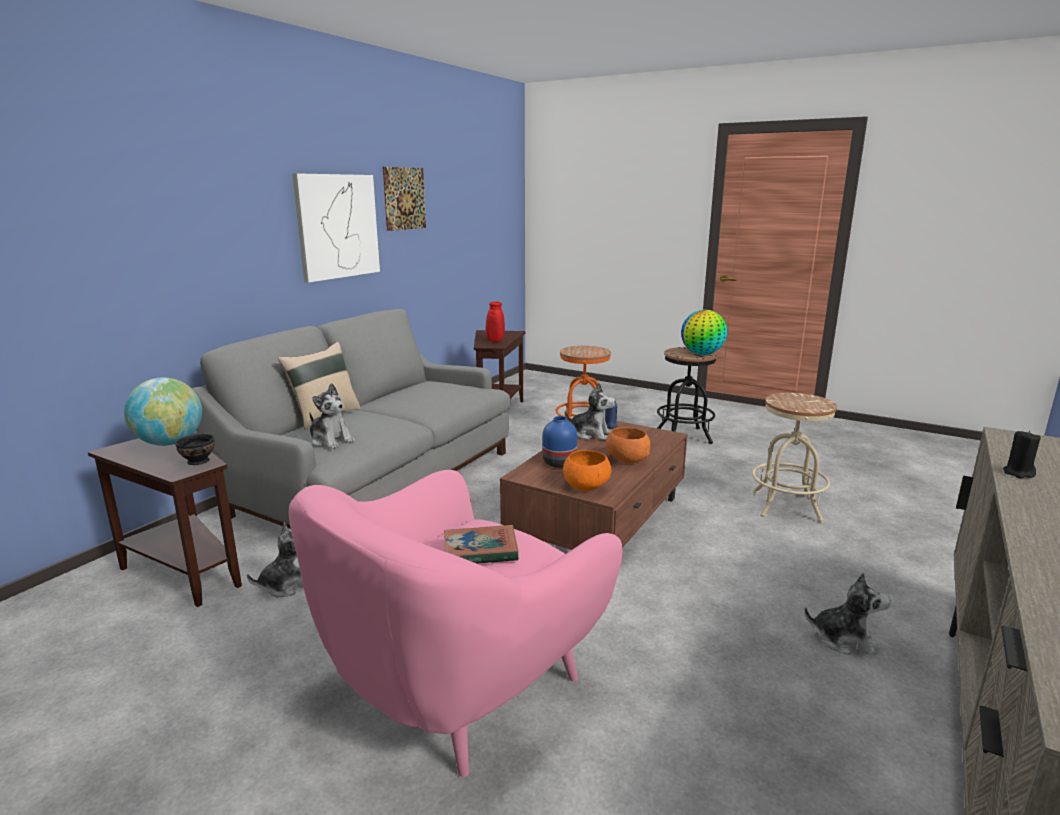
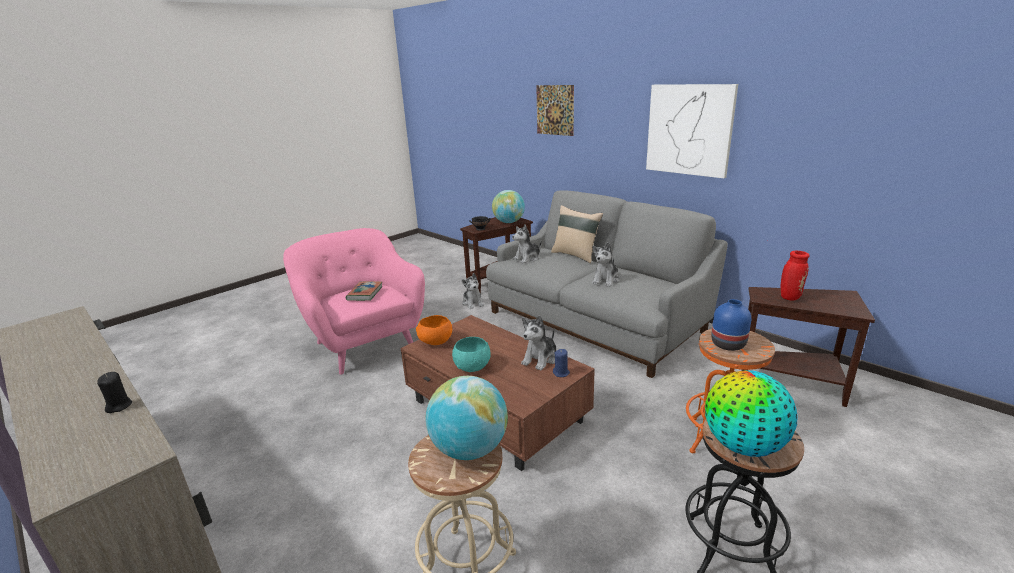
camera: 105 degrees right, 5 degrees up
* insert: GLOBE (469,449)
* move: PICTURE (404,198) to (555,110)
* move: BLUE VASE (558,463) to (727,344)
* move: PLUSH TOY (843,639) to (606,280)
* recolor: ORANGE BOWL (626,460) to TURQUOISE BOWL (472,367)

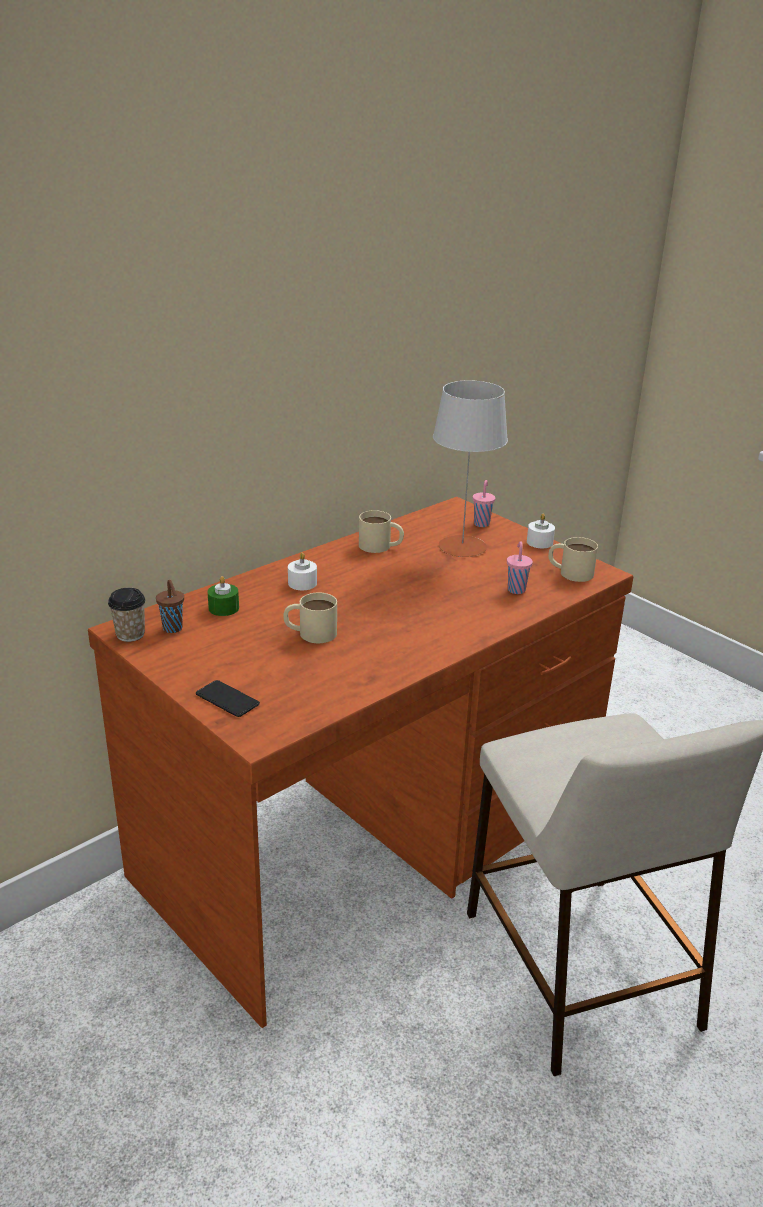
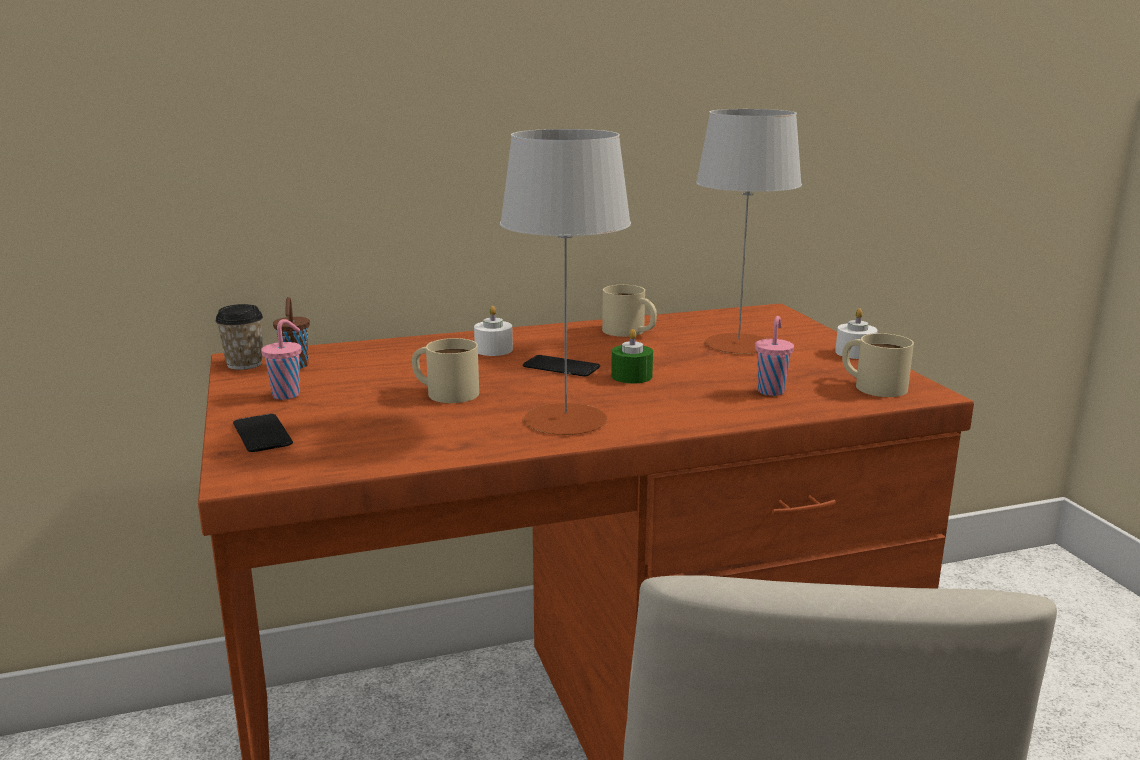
camera: 25 degrees right, 10 degrees down
* insert: GREY TABLE LAMP (565,419)
* insert: PHONE (561,367)
* move: GREEN CANDLE (223,608) to (631,376)
* move: PINK CUP (482,523) to (288,395)

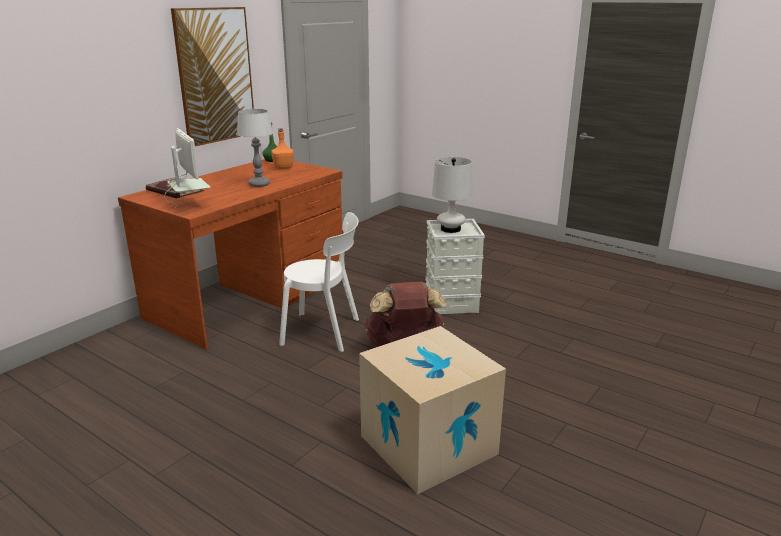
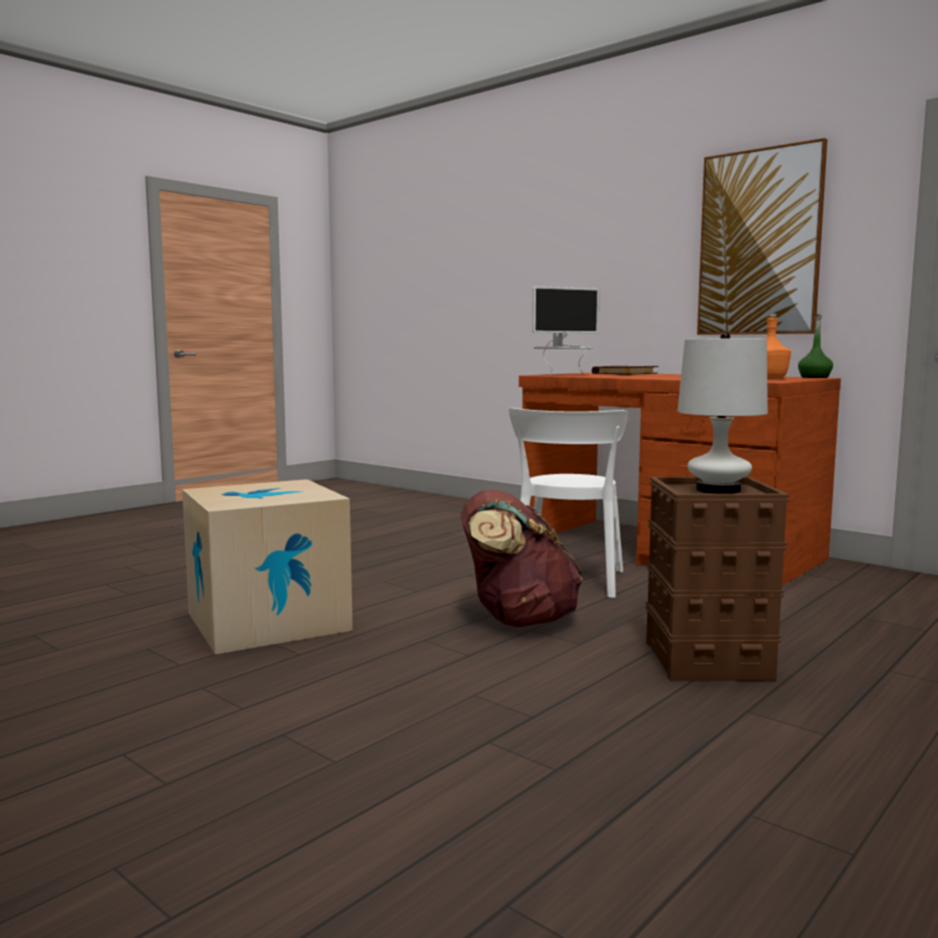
camera: 95 degrees right, 15 degrees down
* delete: TABLE LAMP (259,184)
* recolor: GREY STORAGE BOX (452,303) to BROWN STORAGE BOX (709,661)

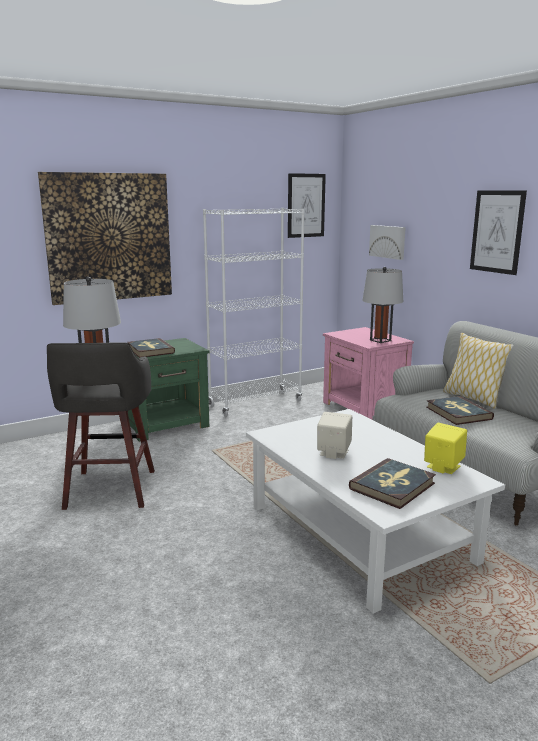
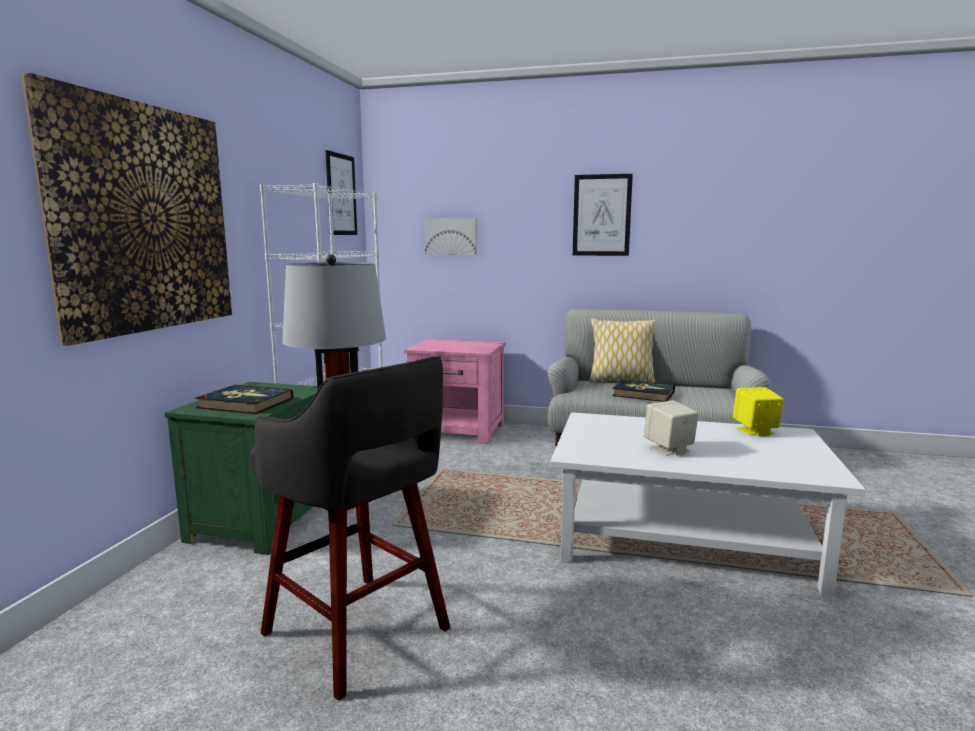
camera: 45 degrees left, 5 degrees down
* delete: BOOK (393,486)
* delete: GREY TABLE LAMP (380,340)

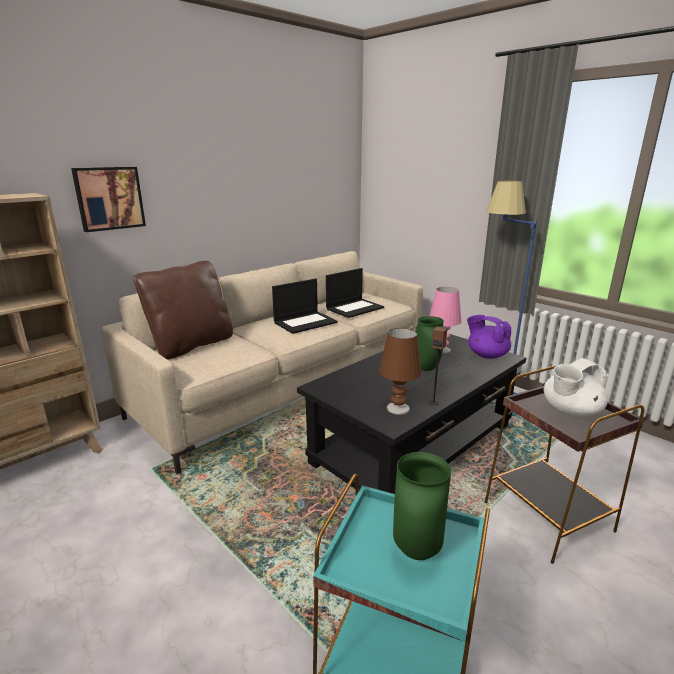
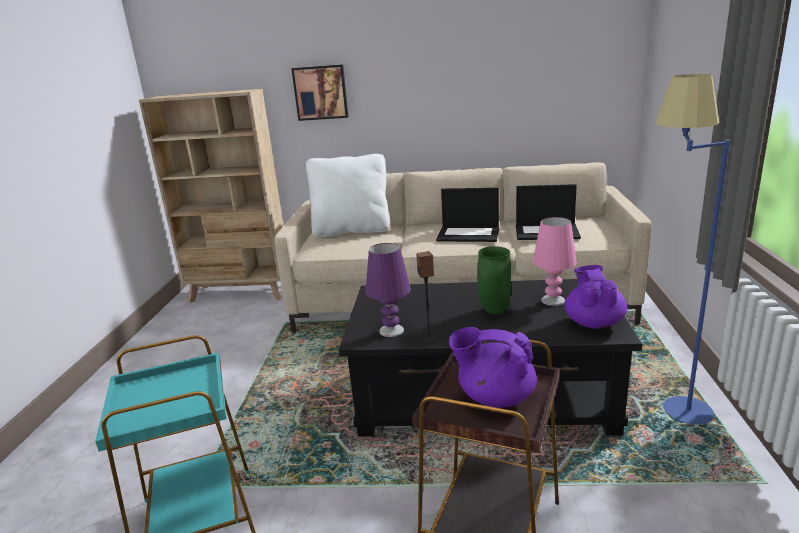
camera: 50 degrees right, 0 degrees up
* delete: GREEN VASE (418,551)
* recolor: BROWN PILLOW (191,345) to WHITE PILLOW (352,230)
* recolor: BROWN TABLE LAMP (398,408) to PURPLE TABLE LAMP (391,331)
* recolor: WHITE TEAPOT (570,411) to PURPLE TEAPOT (494,397)

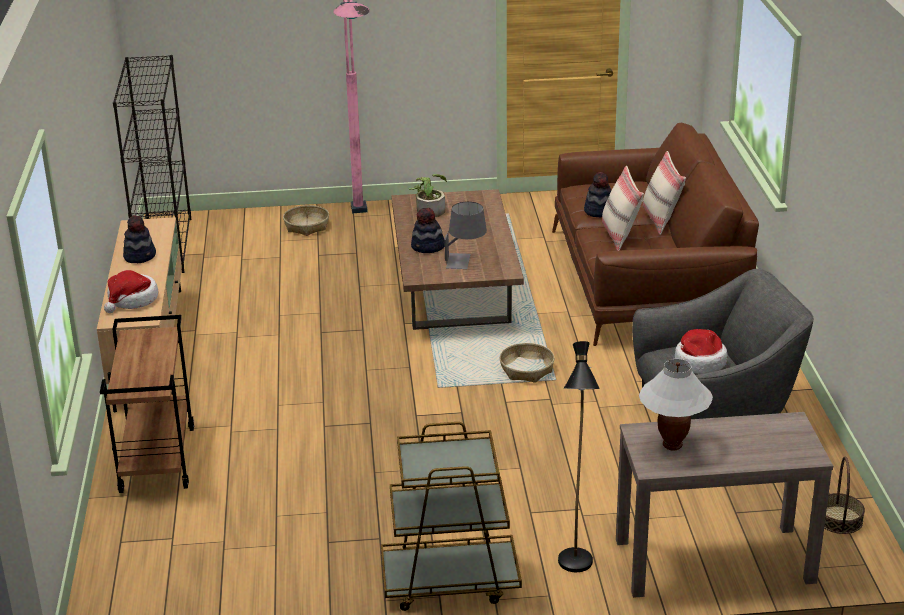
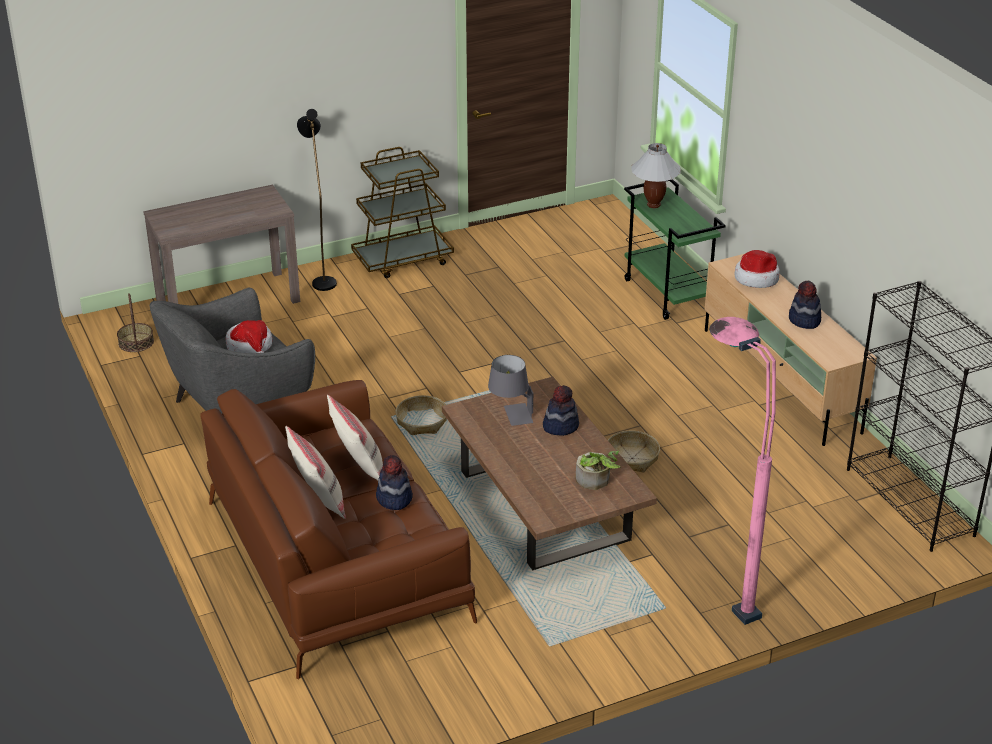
camera: 160 degrees right, 5 degrees up
* move: BASKET (306,226) to (632,458)
* move: WHITE TABLE LAMP (672,445) to (654,205)
* recolor: BROWN CART (156,459) to GREEN CART (668,294)

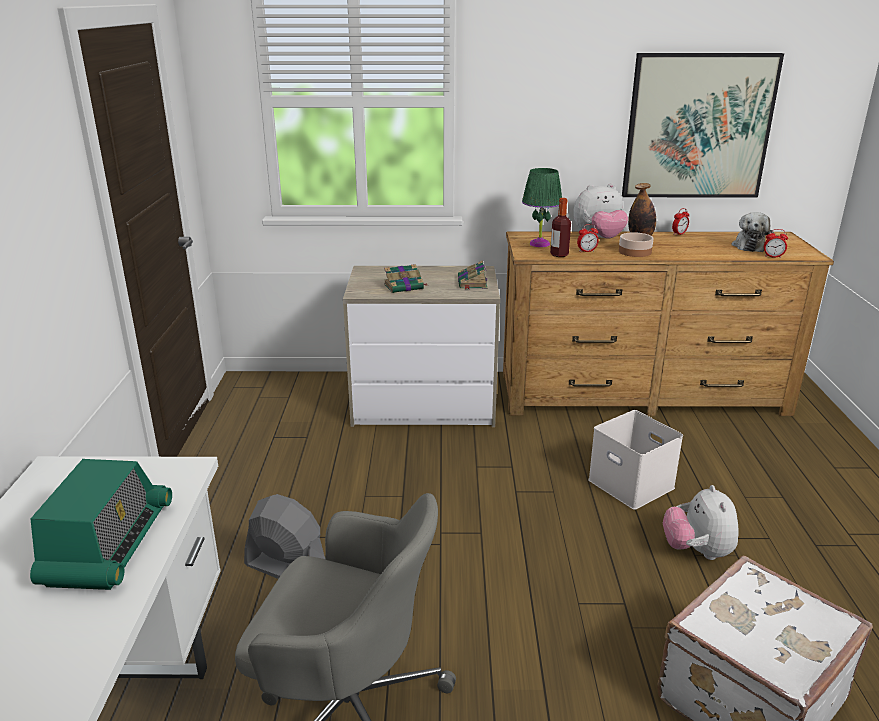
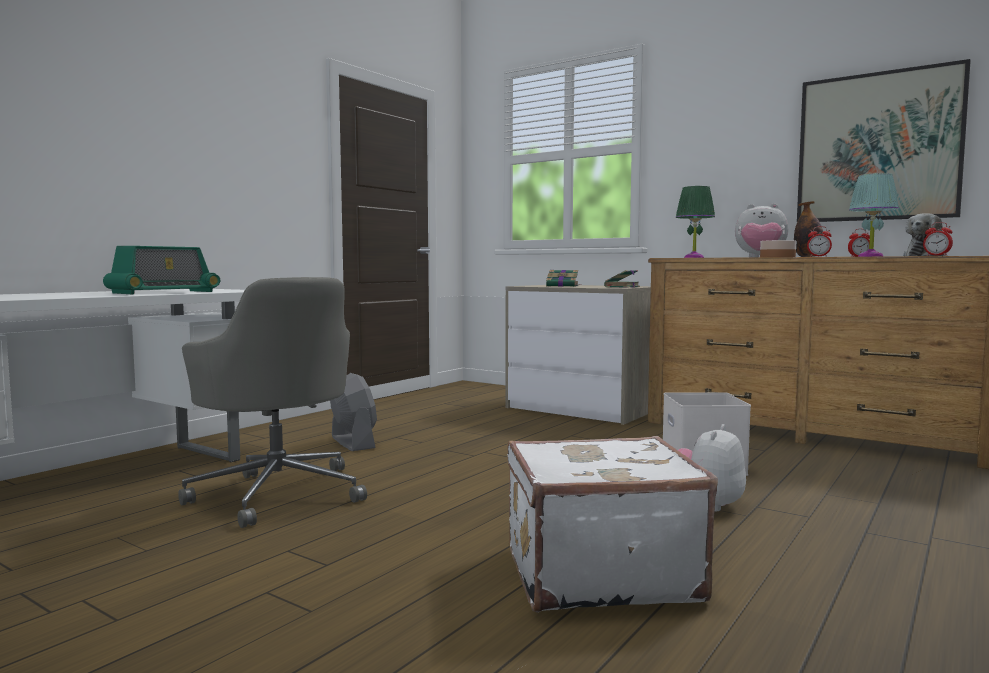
camera: 35 degrees right, 20 degrees down
* delete: BOTTLE (559,255)
* insert: TURQUOISE TABLE LAMP (870,256)
* move: ALARM CLOCK (586,251) to (818,256)

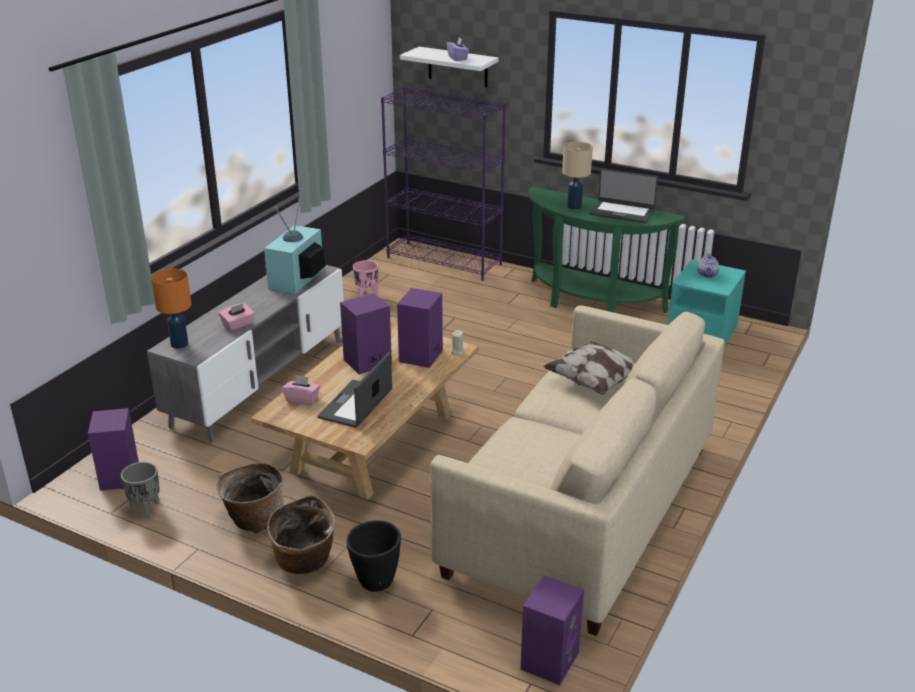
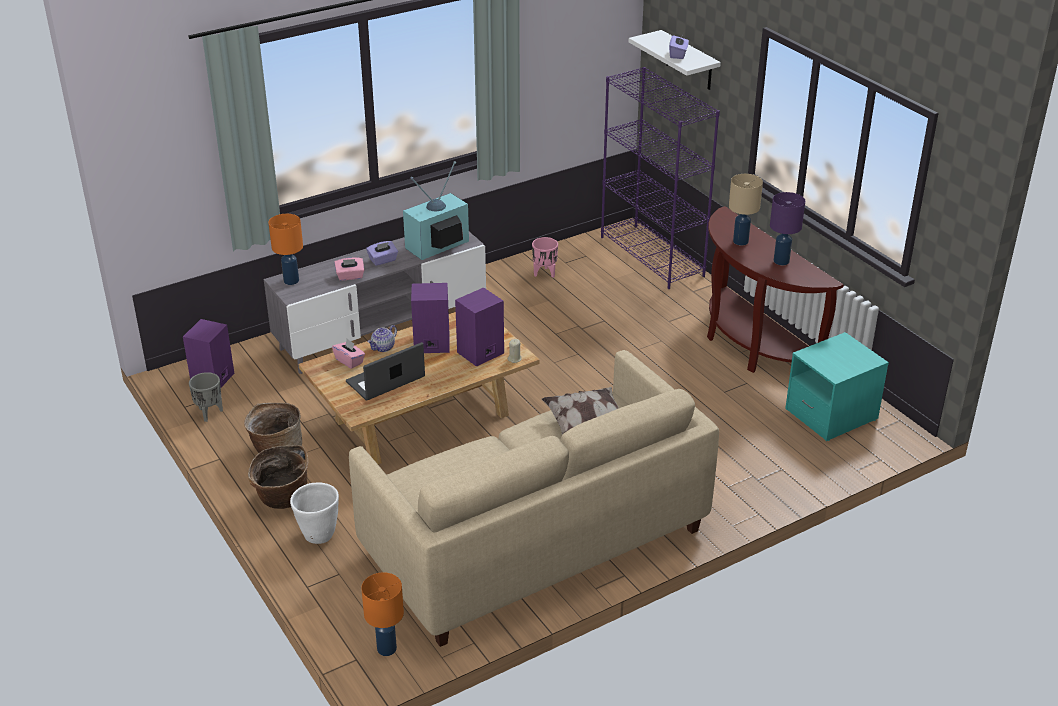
camera: 30 degrees right, 5 degrees up
* insert: PURPLE TISSUE BOX (383,260)
* move: TEAPOT (707,274) to (383,348)
* replace: PURPLE SPEAKER (549,659) to ORANGE TABLE LAMP (387,648)
* replace: LAPTOP (622,212) to PURPLE TABLE LAMP (782,261)
* recolor: BLACK PLANTER (375,582) to WHITE PLANTER (318,535)
* recolor: GREEN CONSOLE TABLE (590,303) to BROWN CONSOLE TABLE (751,346)

